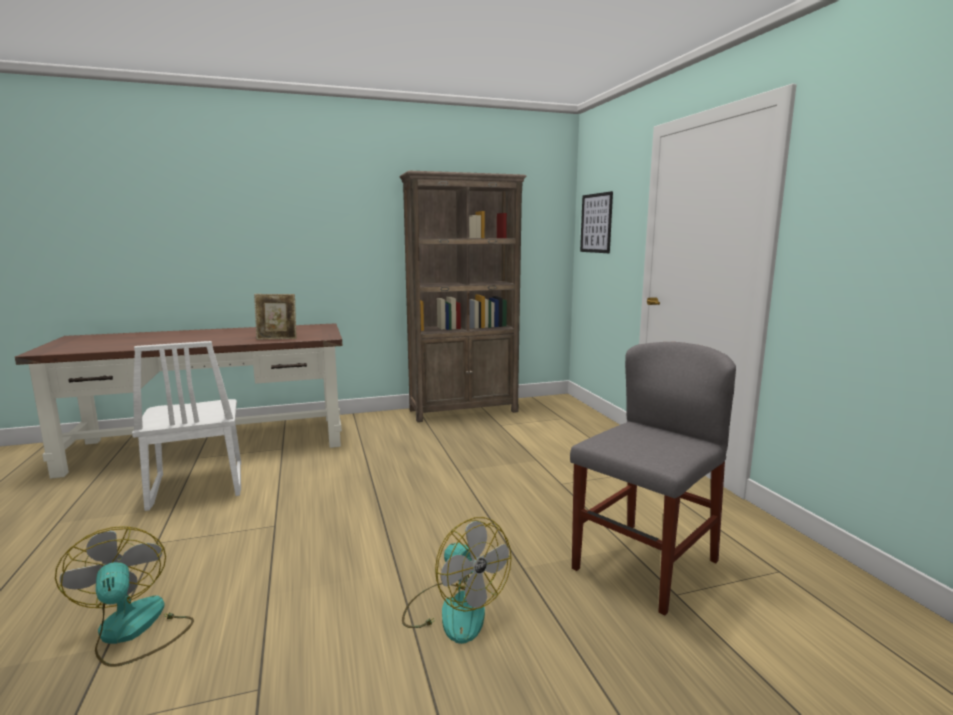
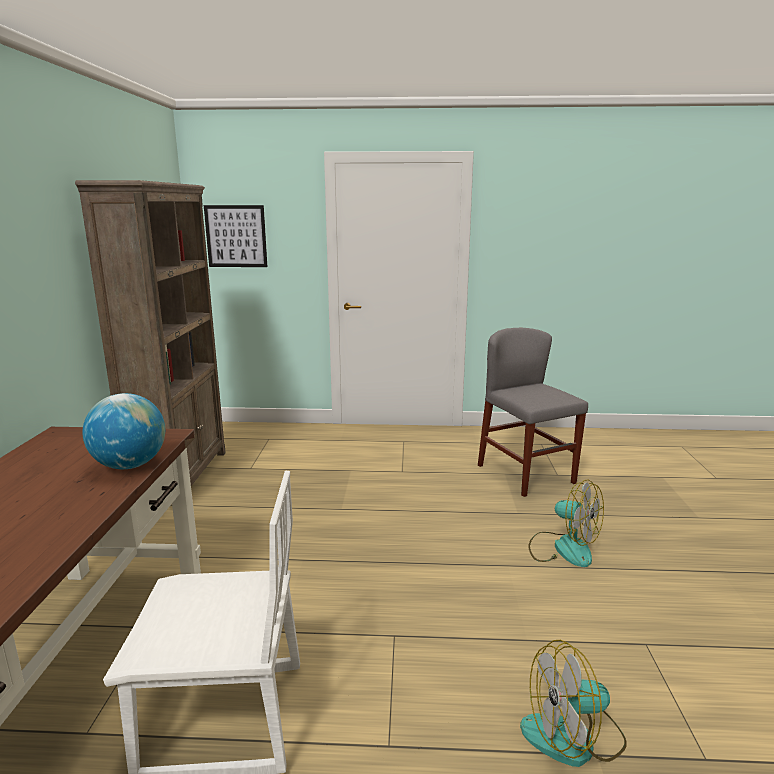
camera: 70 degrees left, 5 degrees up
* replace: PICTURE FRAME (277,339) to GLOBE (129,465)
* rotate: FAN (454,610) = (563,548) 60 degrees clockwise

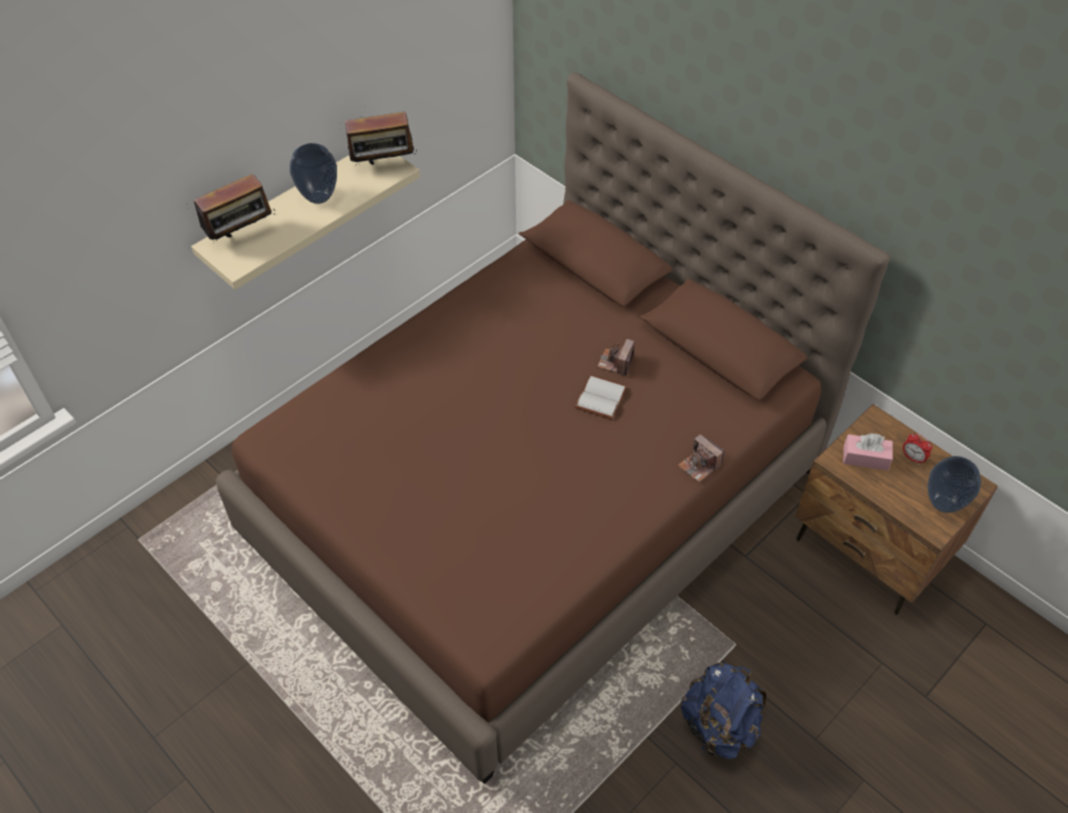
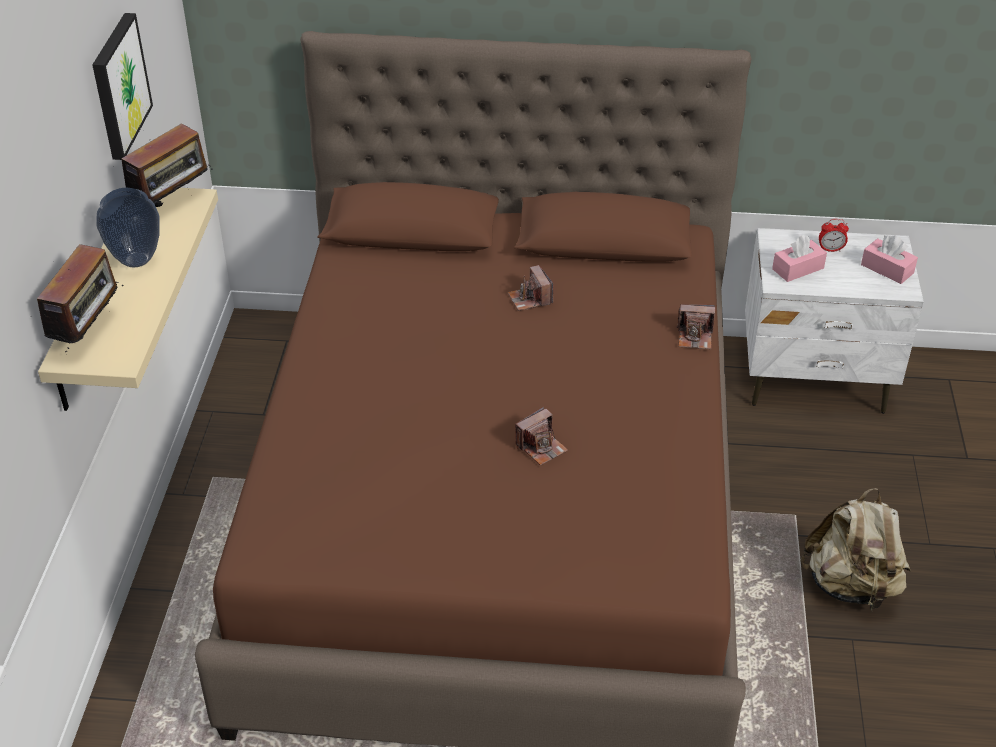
camera: 40 degrees left, 10 degrees down
* delete: WHITE BOOK (600,397)
* insert: PICTURE (118,85)
* insert: PHOTO CAMERA (541,447)
* replace: VASE (942,503) to PINK TISSUE BOX (887,269)
* recolor: BLUE BACKPACK (719,725) to BEIGE BACKPACK (851,585)
* recolor: BROWN NIGHTSTAND (870,551) to WHITE NIGHTSTAND (815,379)

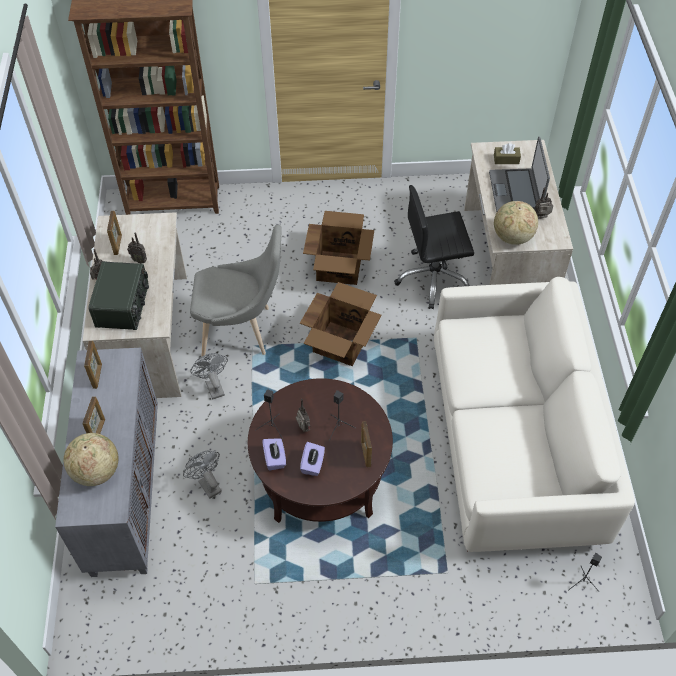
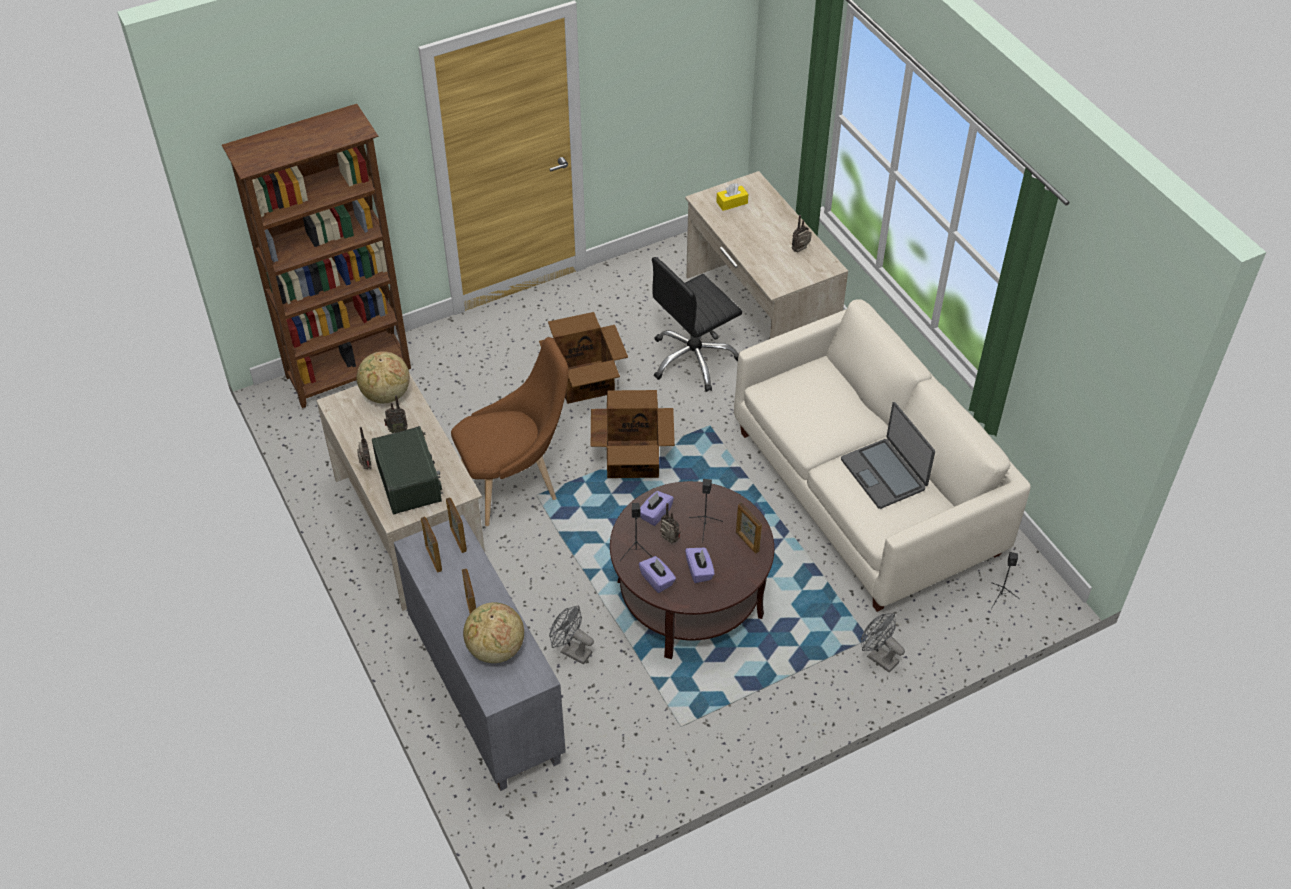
camera: 25 degrees left, 5 degrees down
* insert: PURPLE TISSUE BOX (655,514)
* move: PICTURE FRAME (118,245) to (458,539)
* move: GREY FAN (213,386) to (878,657)
* move: LAPTOP (515,191) to (884,474)
* move: GLOBE (512,237) to (386,395)
* recolor: GREY CHAIR (242,331) to BROWN CHAIR (515,484)
* recolor: BROWN TISSUE BOX (506,159) to YELLOW TISSUE BOX (732,202)

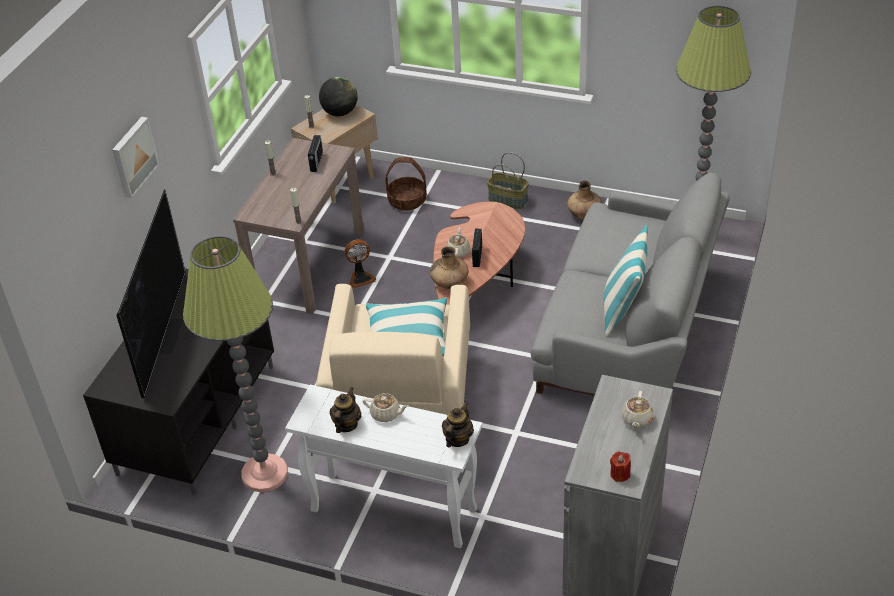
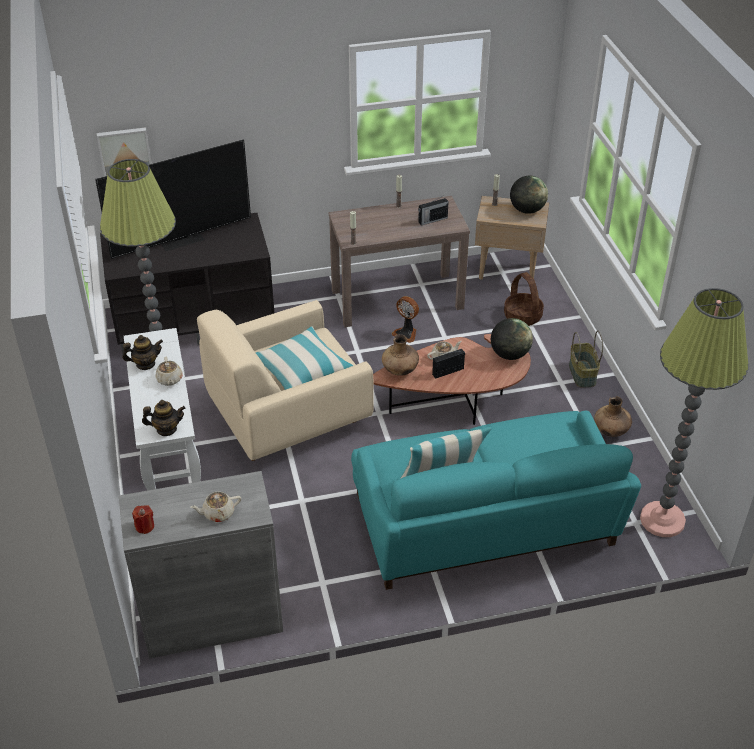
camera: 55 degrees right, 0 degrees up
* insert: GLOBE (509,355)
* move: PICTURE (133,156) to (124,151)
* recolor: GREY SOFA (628,329) to TURQUOISE SOFA (483,523)

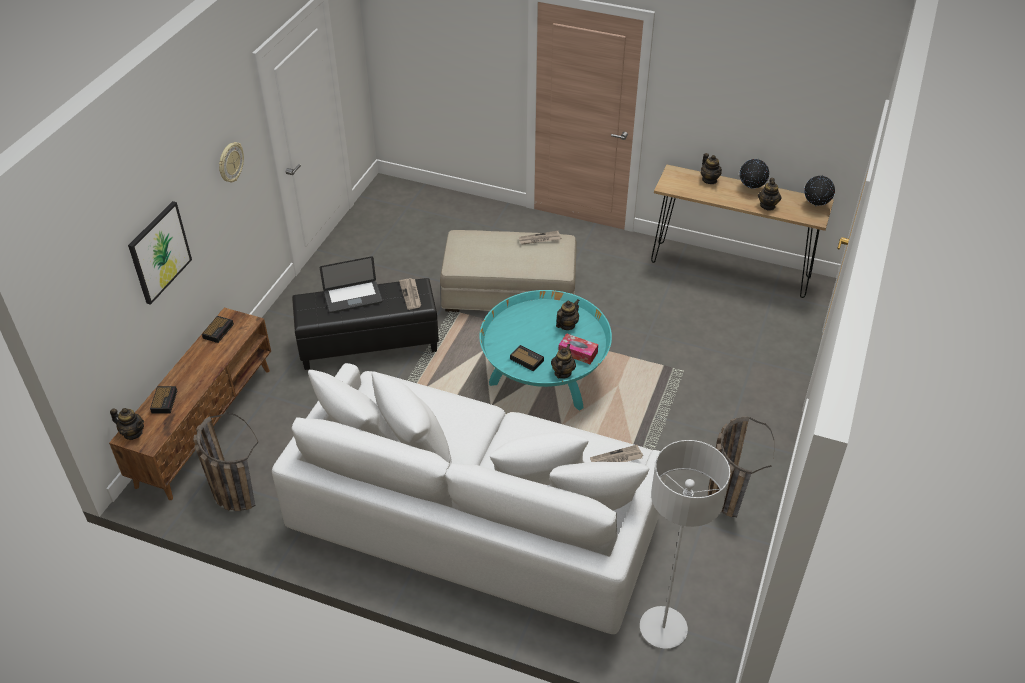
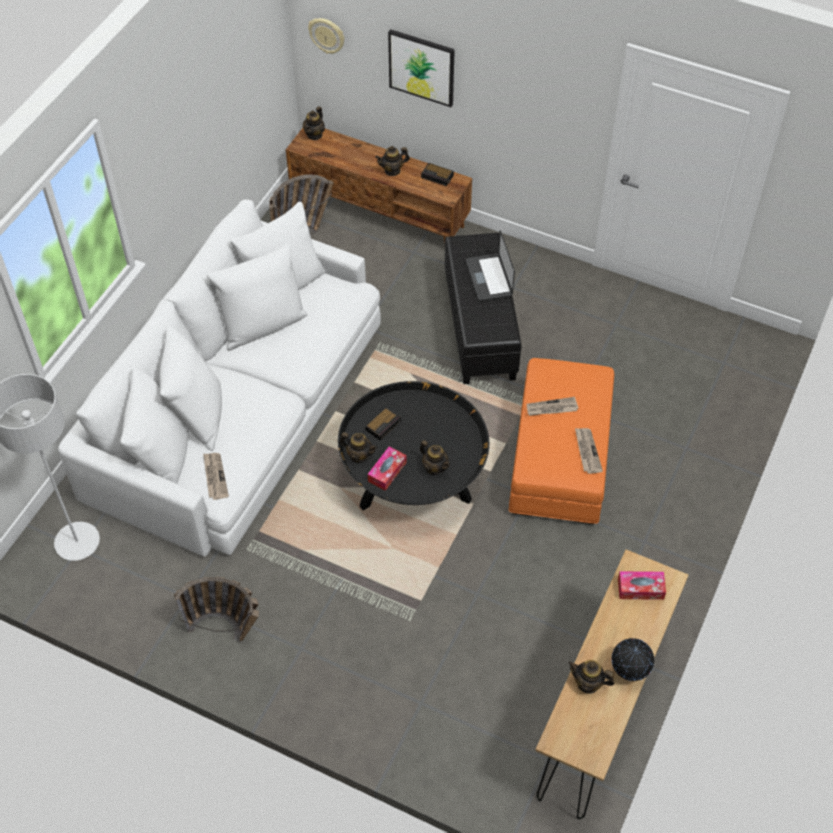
camera: 95 degrees right, 10 degrees up
* delete: ALARM CLOCK (164,401)
* delete: GLOBE (815,206)
* insert: TISSUE BOX (640,589)
* move: WALL CLOCK (230,162) to (327,35)
* move: NEWSPAPER (411,295) to (551,408)
* move: TEAPOT (709,180) to (392,170)
* recolor: BEIGE OTTOMAN (509,292) to ORANGE OTTOMAN (560,457)
* recolor: TURQUOISE COFFEE TABLE (544,377) to BLACK COFFEE TABLE (413,478)

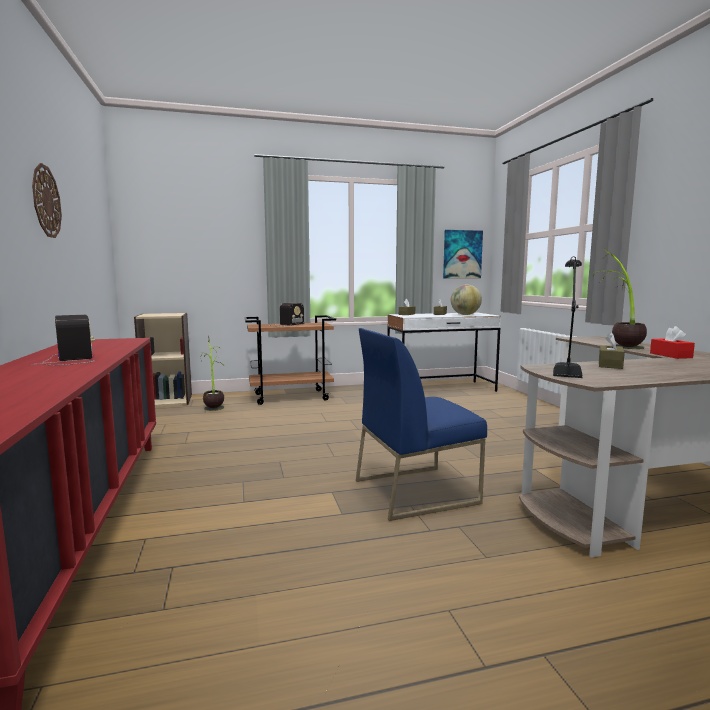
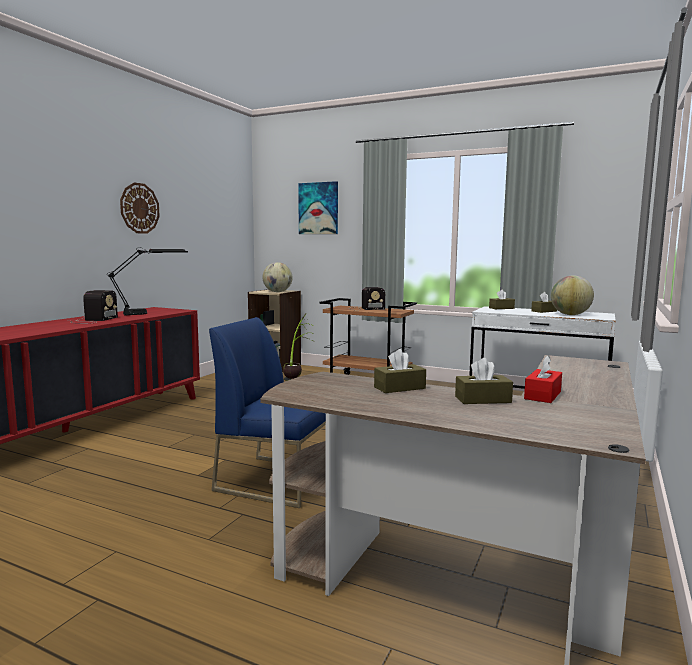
camera: 40 degrees right, 0 degrees up
* delete: POTTED PLANT (618,344)
* insert: GLOBE (277,292)
* insert: BROWN TISSUE BOX (483,399)
* move: PICTURE (462,254) to (318,208)
* move: BLACK TABLE LAMP (566,368) to (151,313)

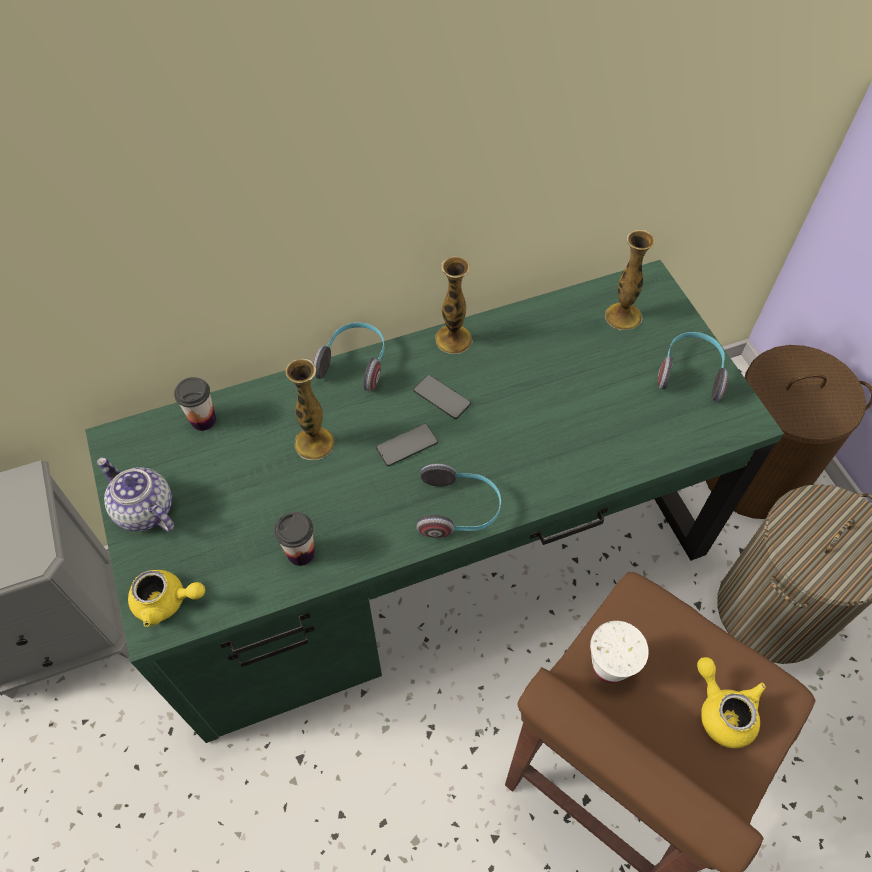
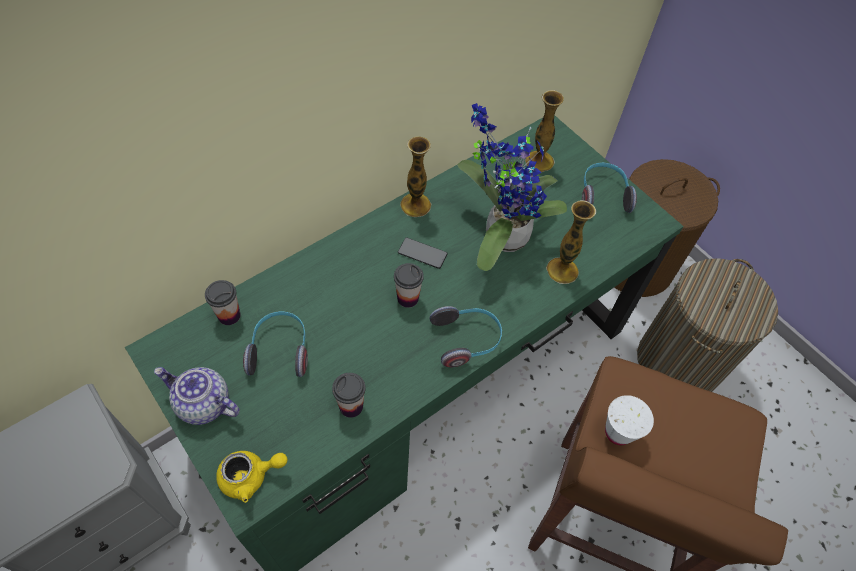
camera: 20 degrees left, 0 degrees up
* delete: YELLOW TEAPOT (723,710)
* insert: POTTED PLANT (500,234)
* move: VASE (314,443) to (562,270)
* move: HEADPHONES (355,363) to (280,350)
* replace: PHONE (407,445) to CUP (407,298)

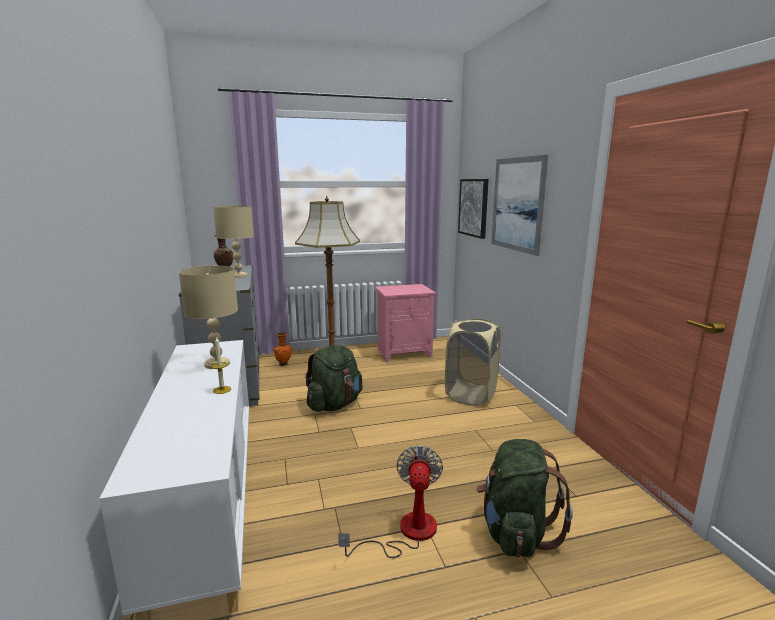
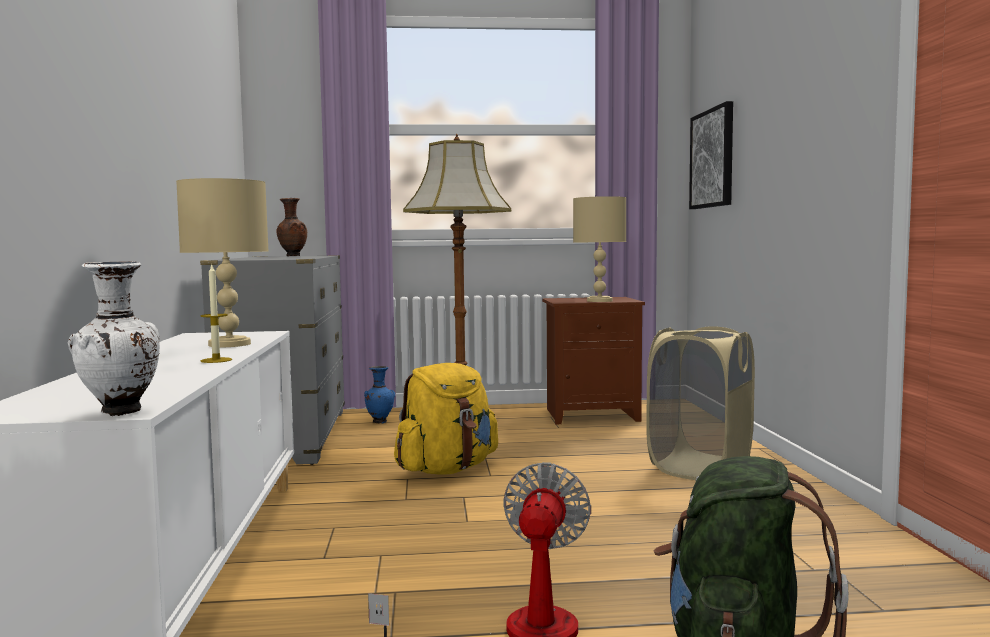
camera: 10 degrees right, 10 degrees down
* delete: PICTURE (517,204)
* insert: WHITE VASE (121,413)
* move: BEIGE TABLE LAMP (238,276) to (599,301)
* recolor: ORANGE VASE (283,364) to BLUE VASE (380,422)
* recolor: GREEN BACKPACK (335,405) to YELLOW BACKPACK (447,469)
* recolor: PINK NIGHTSTAND (404,352) to BROWN NIGHTSTAND (592,415)

